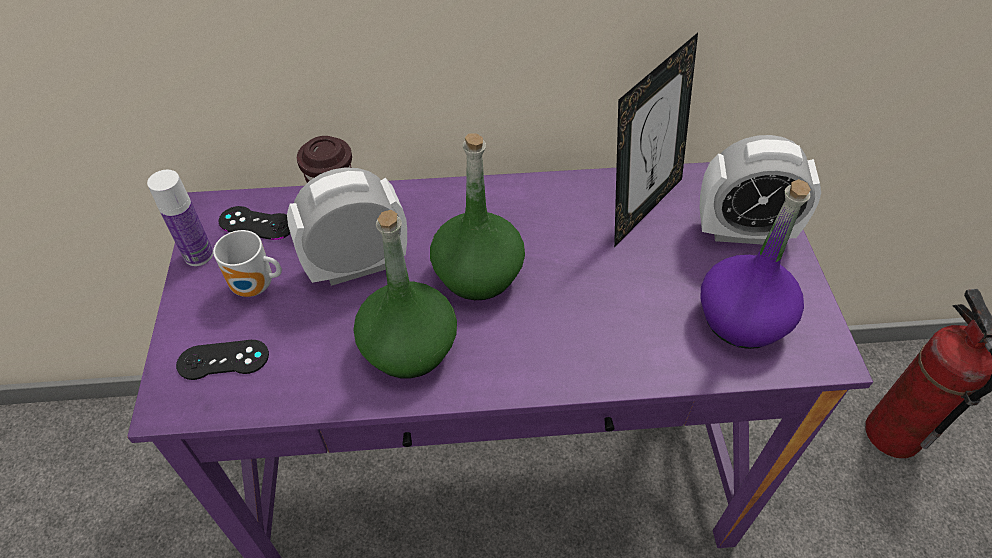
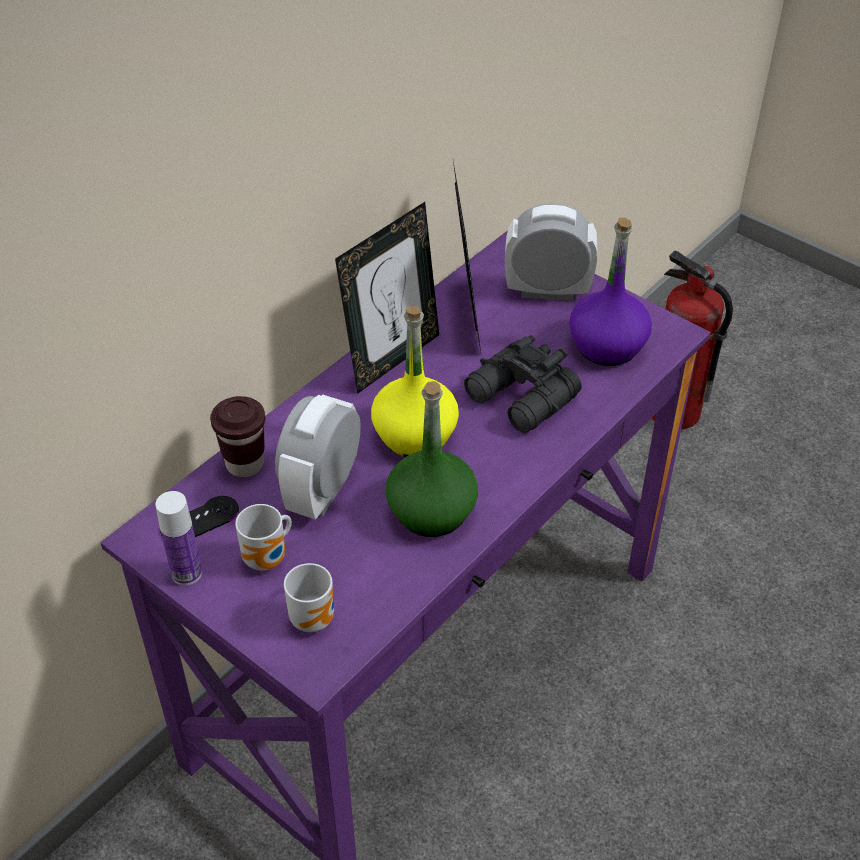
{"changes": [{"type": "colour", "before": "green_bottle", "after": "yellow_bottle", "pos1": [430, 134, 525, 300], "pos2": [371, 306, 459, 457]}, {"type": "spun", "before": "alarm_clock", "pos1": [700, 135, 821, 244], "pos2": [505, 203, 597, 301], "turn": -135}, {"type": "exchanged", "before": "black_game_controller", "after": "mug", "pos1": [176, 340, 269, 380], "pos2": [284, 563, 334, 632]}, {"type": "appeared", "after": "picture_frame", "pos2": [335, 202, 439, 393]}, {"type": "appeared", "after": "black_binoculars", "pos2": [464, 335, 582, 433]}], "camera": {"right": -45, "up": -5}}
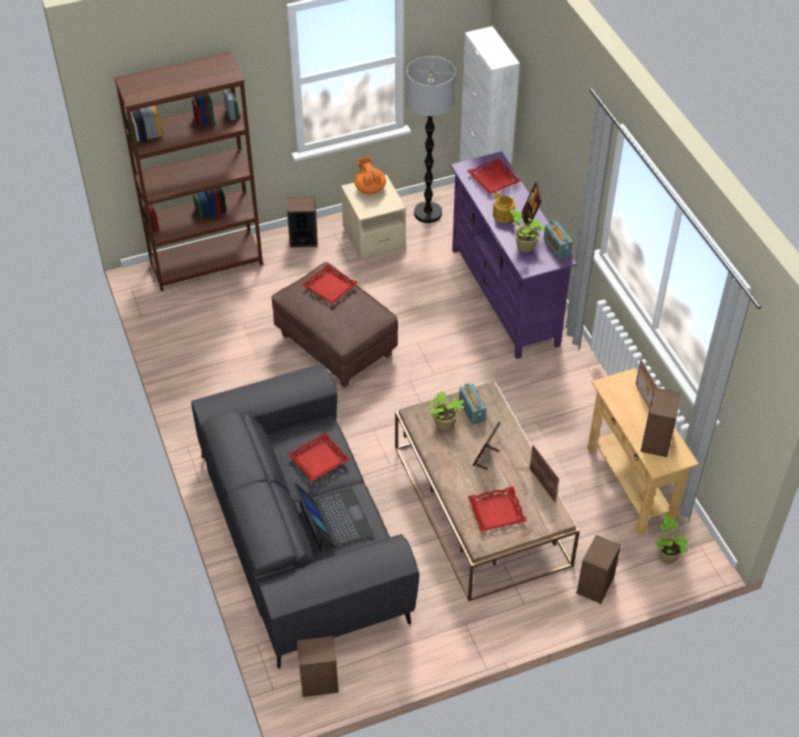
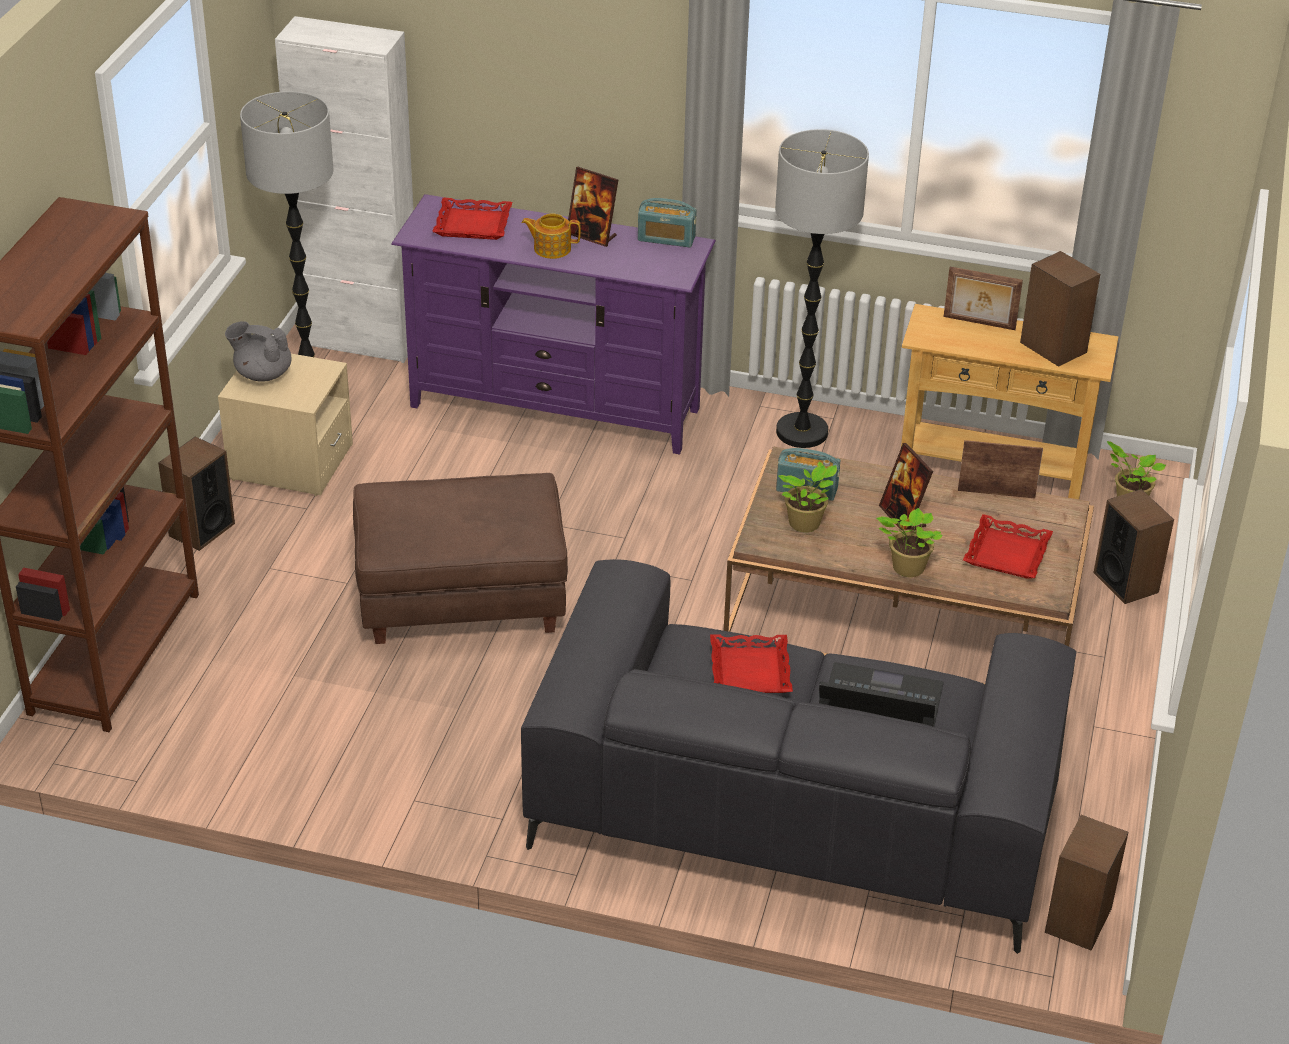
{"changes": [{"type": "colour", "before": "orange_teapot", "after": "grey_teapot", "pos1": [354, 157, 386, 194], "pos2": [225, 321, 291, 382]}, {"type": "relocated", "before": "potted_plant", "pos1": [510, 209, 546, 252], "pos2": [876, 508, 943, 577]}, {"type": "missing", "before": "red_tray", "pos1": [301, 264, 358, 304]}, {"type": "appeared", "after": "floor_lamp", "pos2": [775, 129, 869, 448]}], "camera": {"right": -55, "up": -10}}
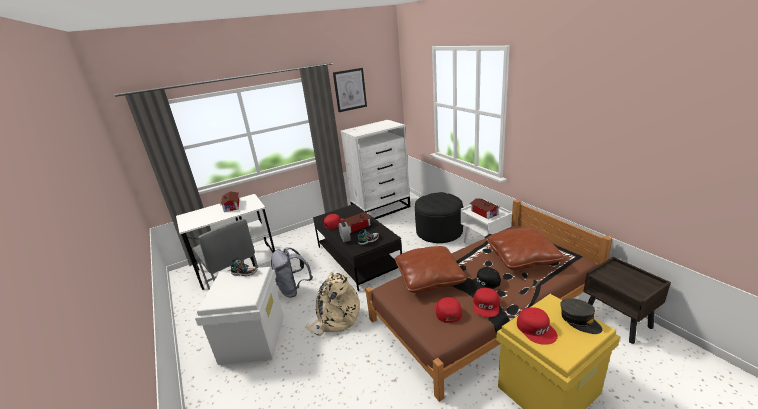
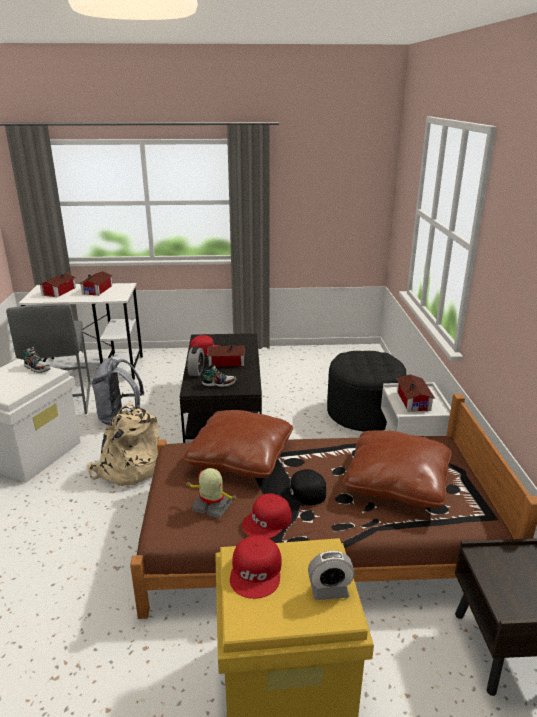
{"changes": [{"type": "missing", "before": "picture", "pos1": [333, 68, 367, 112]}, {"type": "missing", "before": "white_dresser", "pos1": [341, 120, 410, 219]}, {"type": "exchanged", "before": "red_cap", "after": "toy_robot", "pos1": [434, 297, 462, 323], "pos2": [184, 468, 239, 519]}, {"type": "exchanged", "before": "grey_cap", "after": "alarm_clock", "pos1": [560, 298, 602, 334], "pos2": [308, 551, 354, 600]}, {"type": "appeared", "after": "toy_house", "pos2": [39, 273, 76, 297]}], "camera": {"right": 25, "up": 0}}
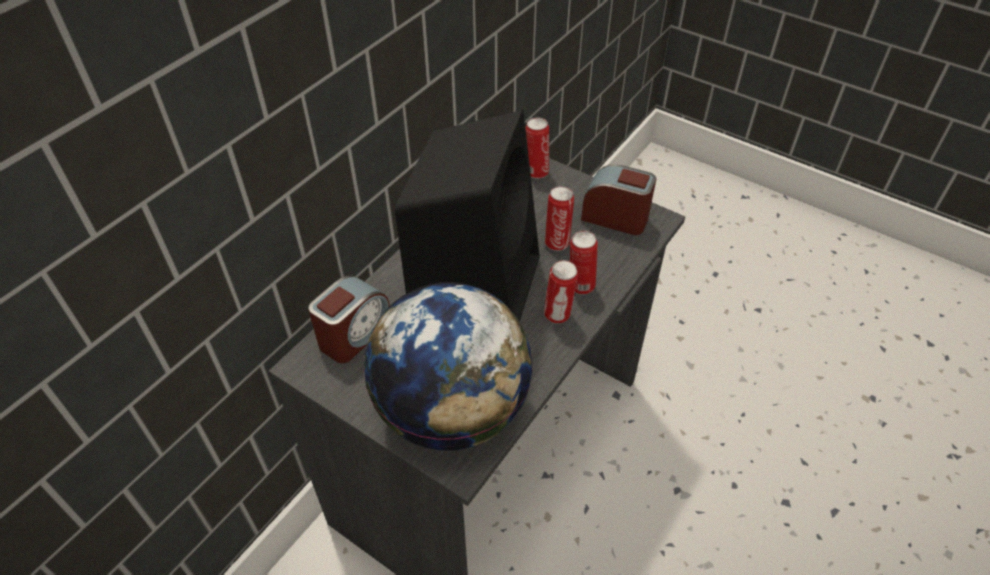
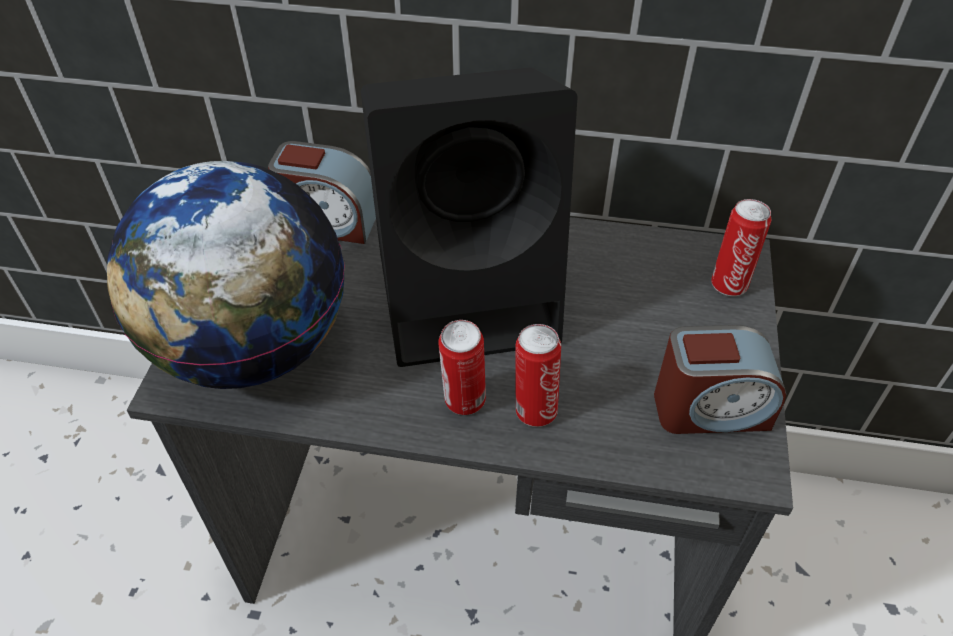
{"changes": [{"type": "spun", "before": "alarm_clock", "pos1": [581, 164, 656, 235], "pos2": [654, 325, 786, 434], "turn": 90}, {"type": "missing", "before": "can", "pos1": [545, 186, 574, 251]}], "camera": {"right": 65, "up": 0}}
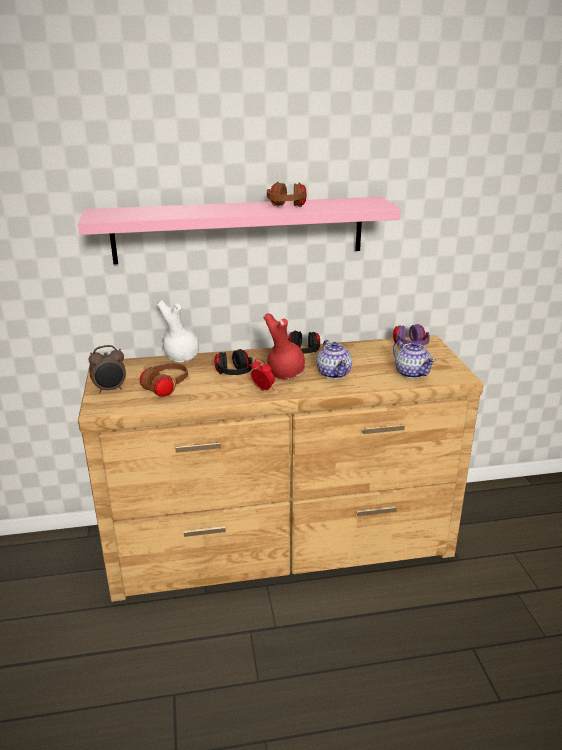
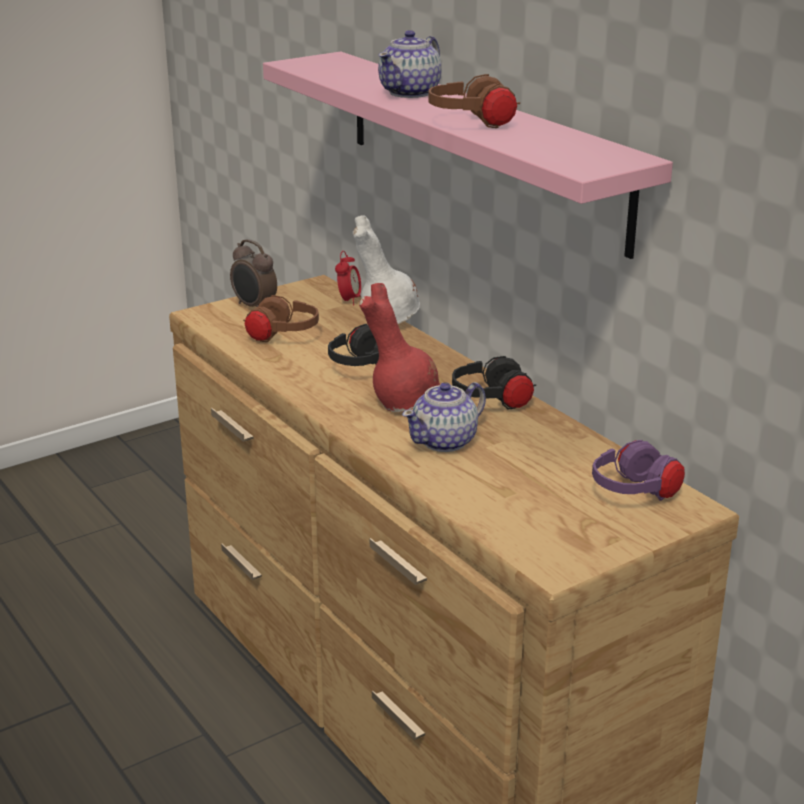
{"changes": [{"type": "relocated", "before": "teapot", "pos1": [393, 340, 436, 379], "pos2": [378, 30, 442, 98]}, {"type": "relocated", "before": "alarm_clock", "pos1": [251, 359, 275, 391], "pos2": [335, 251, 361, 306]}], "camera": {"right": 65, "up": 0}}
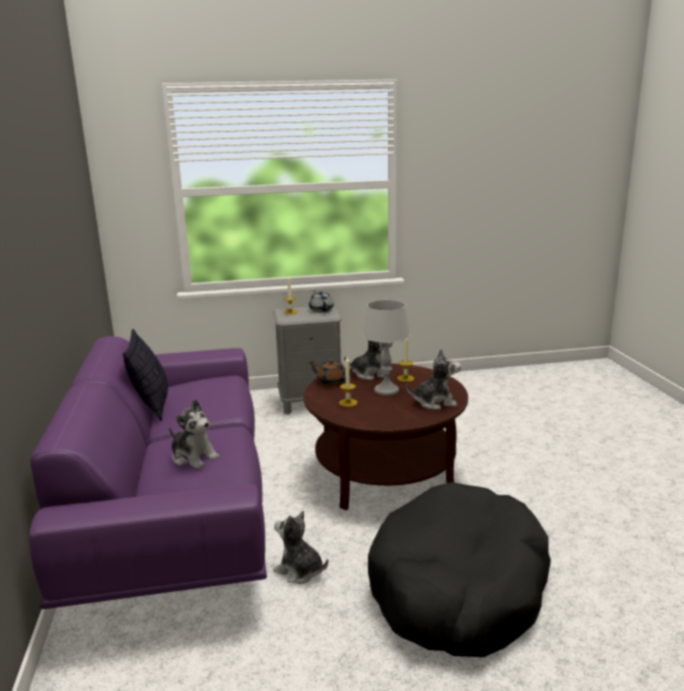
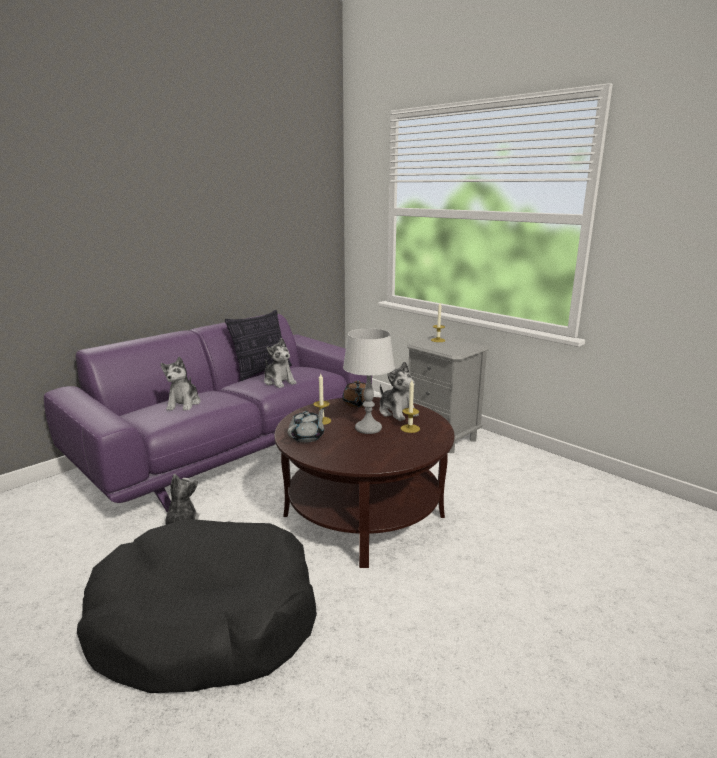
{"changes": [{"type": "relocated", "before": "grey_teapot", "pos1": [309, 291, 334, 312], "pos2": [287, 408, 325, 443]}, {"type": "relocated", "before": "plush_toy", "pos1": [406, 349, 461, 410], "pos2": [264, 338, 297, 388]}], "camera": {"right": 55, "up": 0}}
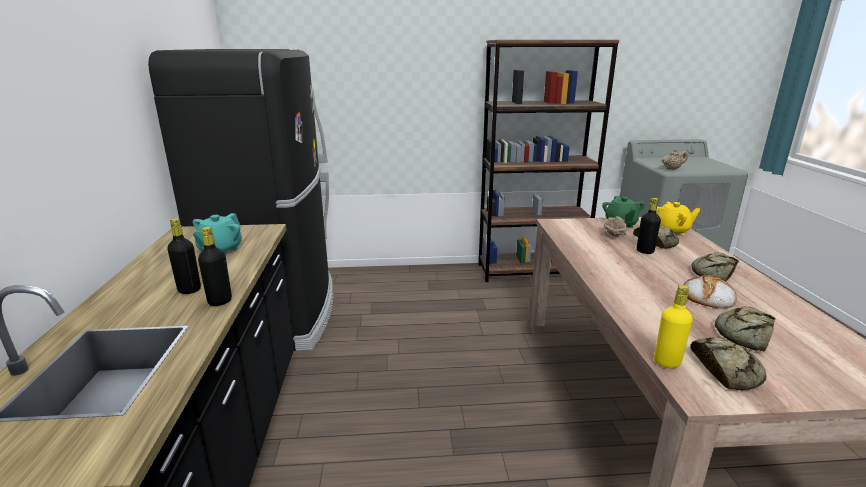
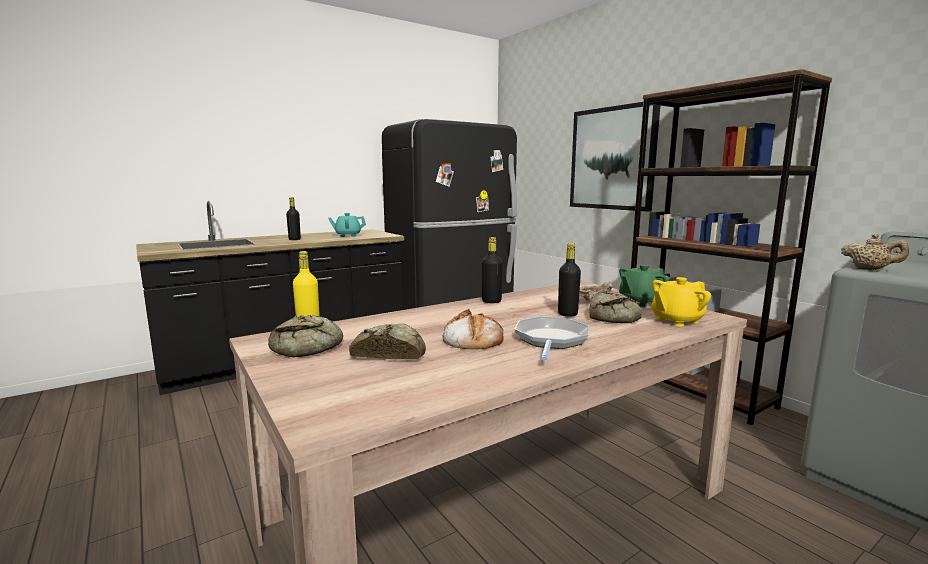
{"changes": [{"type": "spun", "before": "yellow_teapot", "pos1": [656, 202, 701, 235], "pos2": [651, 277, 711, 326], "turn": 90}, {"type": "relocated", "before": "black_bottle", "pos1": [198, 227, 232, 306], "pos2": [482, 237, 503, 303]}, {"type": "exchanged", "before": "bread", "after": "frying_pan", "pos1": [691, 252, 739, 281], "pos2": [515, 317, 589, 361]}, {"type": "appeared", "after": "picture", "pos2": [570, 102, 660, 212]}], "camera": {"right": 60, "up": -10}}
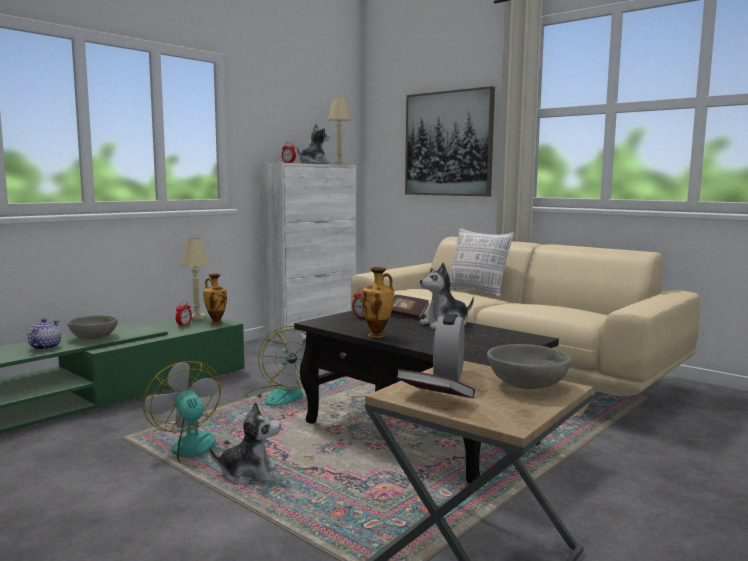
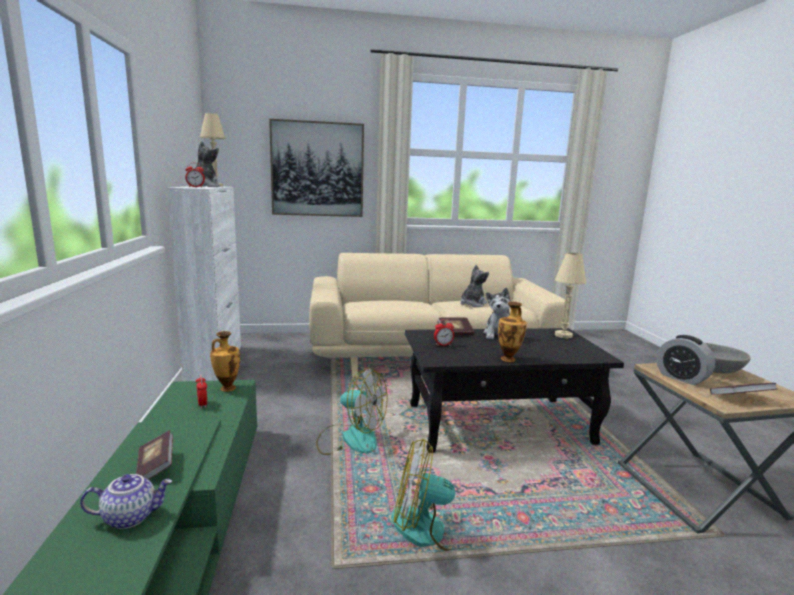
{"changes": [{"type": "missing", "before": "pillow", "pos1": [449, 228, 514, 298]}, {"type": "relocated", "before": "beige_table_lamp", "pos1": [180, 238, 210, 320], "pos2": [555, 253, 587, 338]}, {"type": "exchanged", "before": "grey_bowl", "after": "book", "pos1": [67, 315, 118, 339], "pos2": [136, 430, 173, 480]}, {"type": "spun", "before": "teapot", "pos1": [27, 318, 61, 350], "pos2": [80, 474, 172, 529], "turn": 120}, {"type": "relocated", "before": "plush_toy", "pos1": [209, 401, 281, 484], "pos2": [460, 265, 489, 307]}], "camera": {"right": -50, "up": 5}}
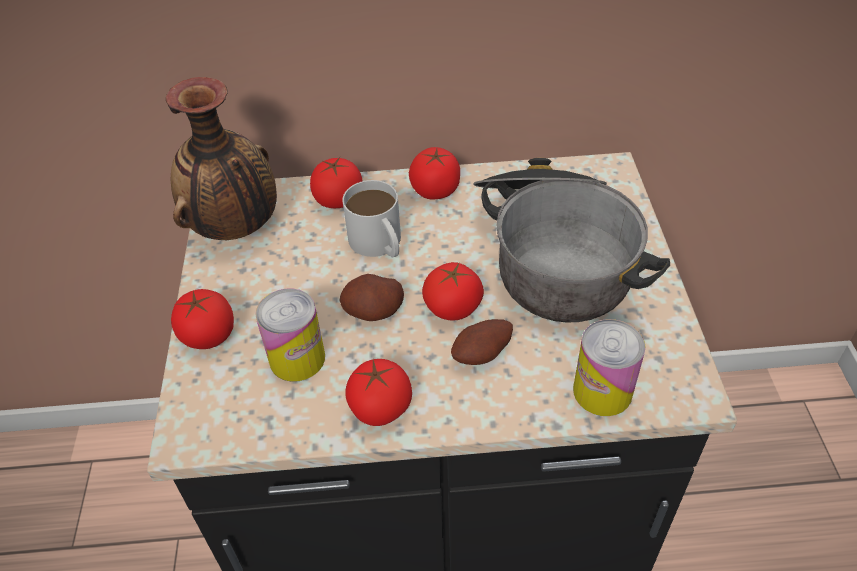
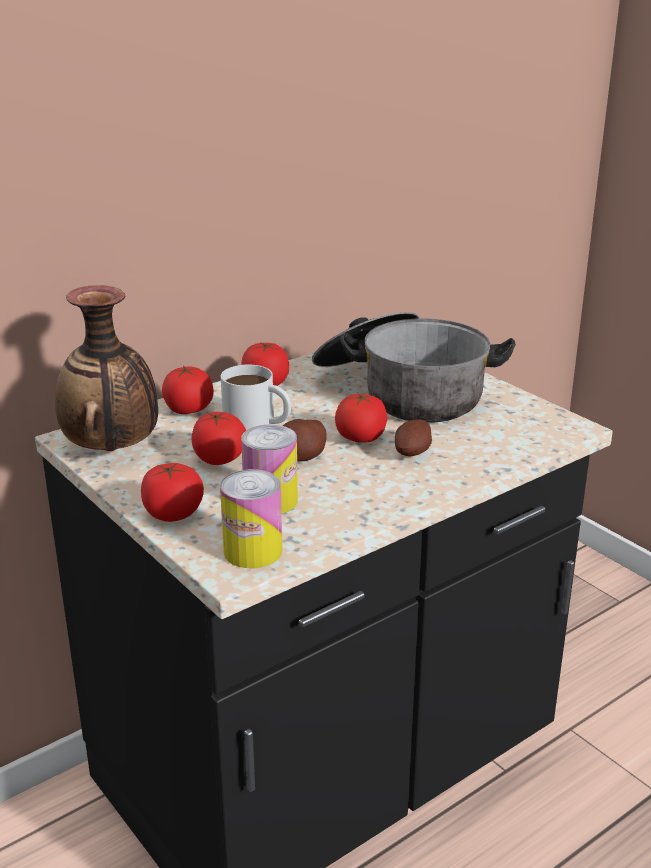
{"changes": [{"type": "relocated", "before": "can", "pos1": [573, 319, 646, 416], "pos2": [220, 469, 282, 568]}, {"type": "relocated", "before": "tomato", "pos1": [345, 359, 412, 426], "pos2": [191, 412, 246, 465]}], "camera": {"right": -35, "up": -20}}
